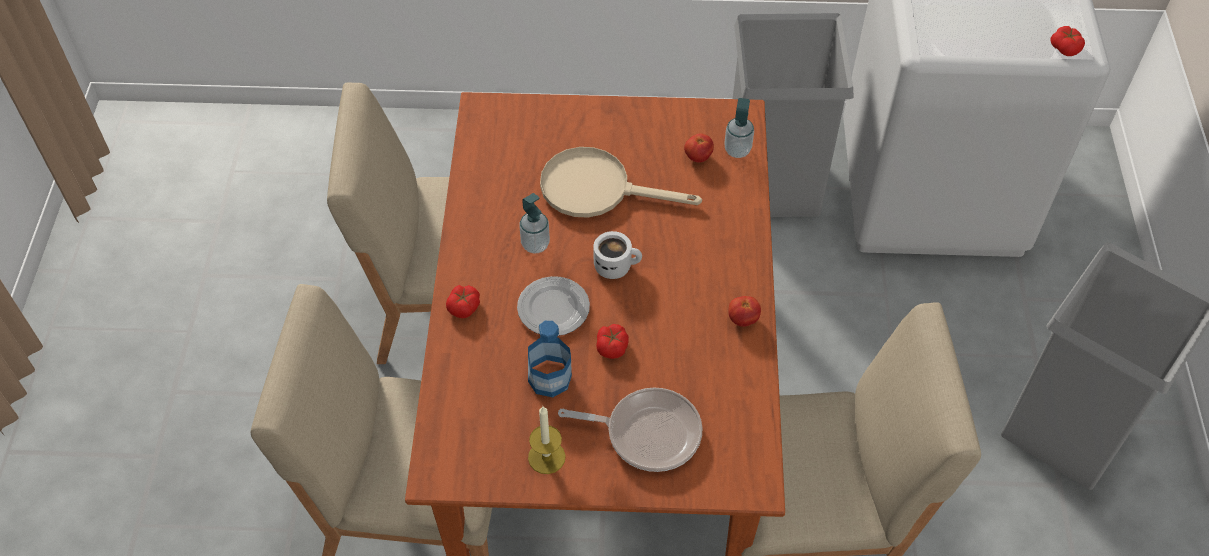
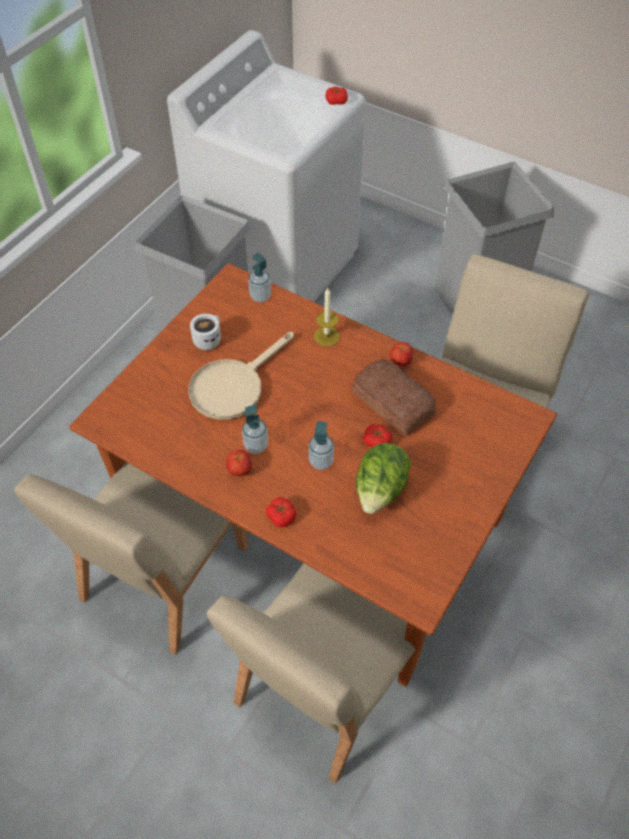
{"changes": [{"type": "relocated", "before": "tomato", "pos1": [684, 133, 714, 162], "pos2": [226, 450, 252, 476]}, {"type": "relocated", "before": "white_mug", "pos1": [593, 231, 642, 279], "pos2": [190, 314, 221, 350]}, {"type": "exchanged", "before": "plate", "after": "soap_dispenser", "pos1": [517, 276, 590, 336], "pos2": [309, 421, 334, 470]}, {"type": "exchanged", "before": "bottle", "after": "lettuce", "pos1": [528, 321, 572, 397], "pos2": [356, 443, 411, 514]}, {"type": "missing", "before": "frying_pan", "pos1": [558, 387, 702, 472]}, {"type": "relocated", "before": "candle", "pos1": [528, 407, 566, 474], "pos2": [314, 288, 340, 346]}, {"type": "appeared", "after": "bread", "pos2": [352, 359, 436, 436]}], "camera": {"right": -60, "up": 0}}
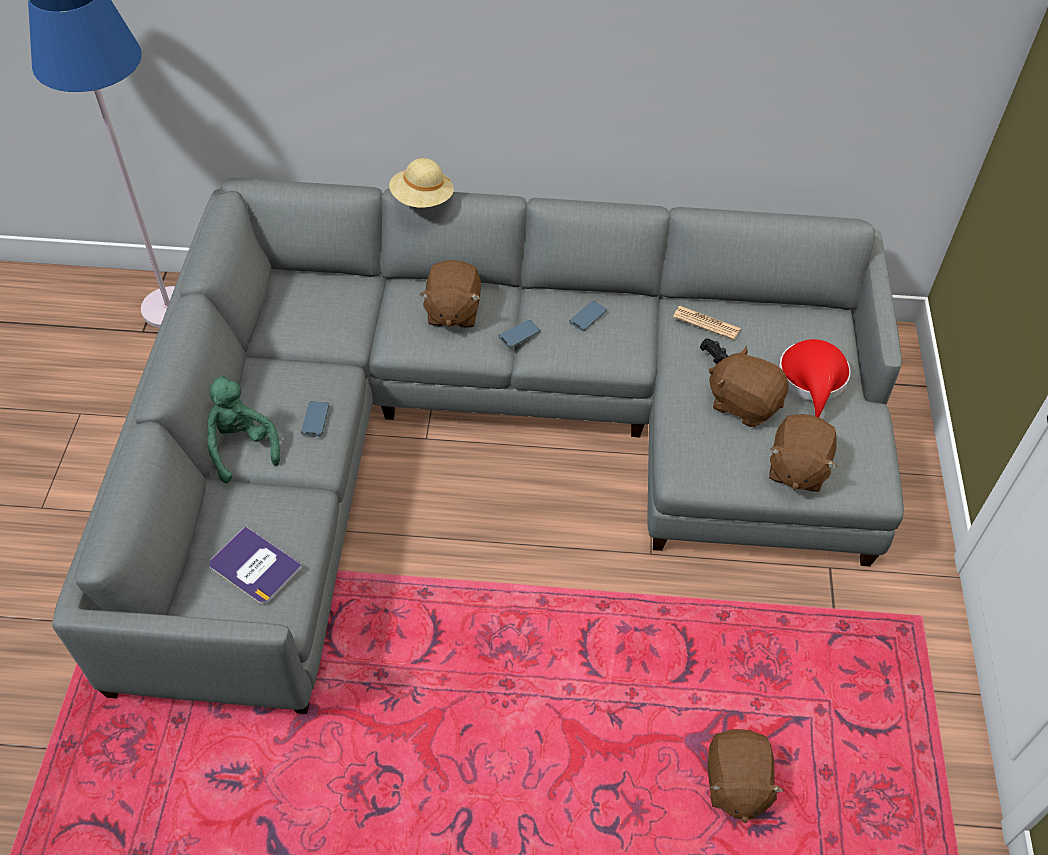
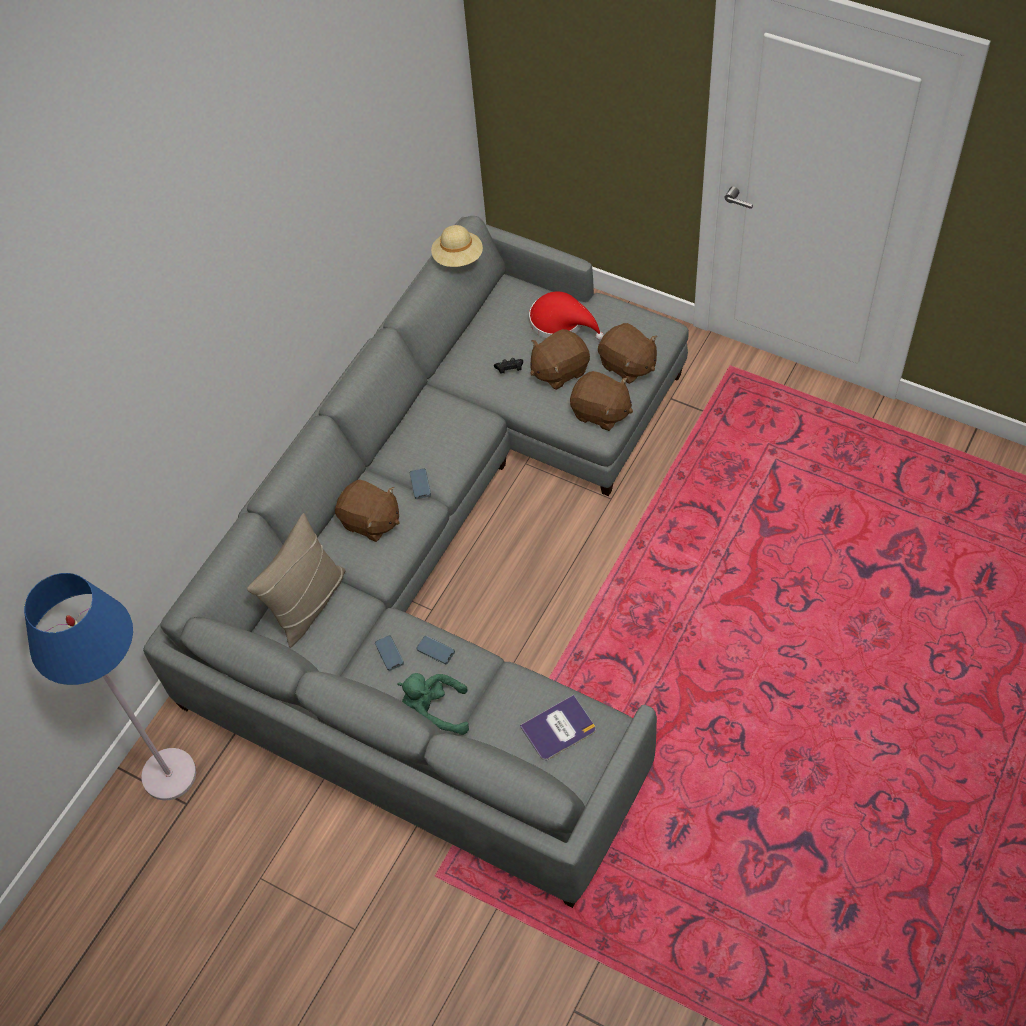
{"changes": [{"type": "relocated", "before": "beige_hat", "pos1": [389, 158, 454, 208], "pos2": [431, 225, 483, 267]}, {"type": "relocated", "before": "phone", "pos1": [569, 301, 607, 331], "pos2": [375, 635, 404, 671]}, {"type": "missing", "before": "newspaper", "pos1": [673, 306, 741, 340]}, {"type": "relocated", "before": "brown_plush_toy", "pos1": [708, 729, 784, 823], "pos2": [570, 371, 633, 431]}, {"type": "appeared", "after": "beige_pillow", "pos2": [247, 513, 346, 648]}], "camera": {"right": -60, "up": 5}}
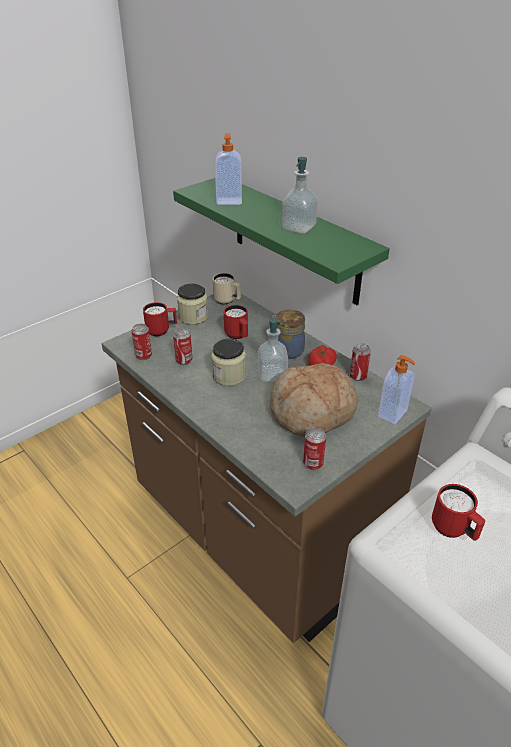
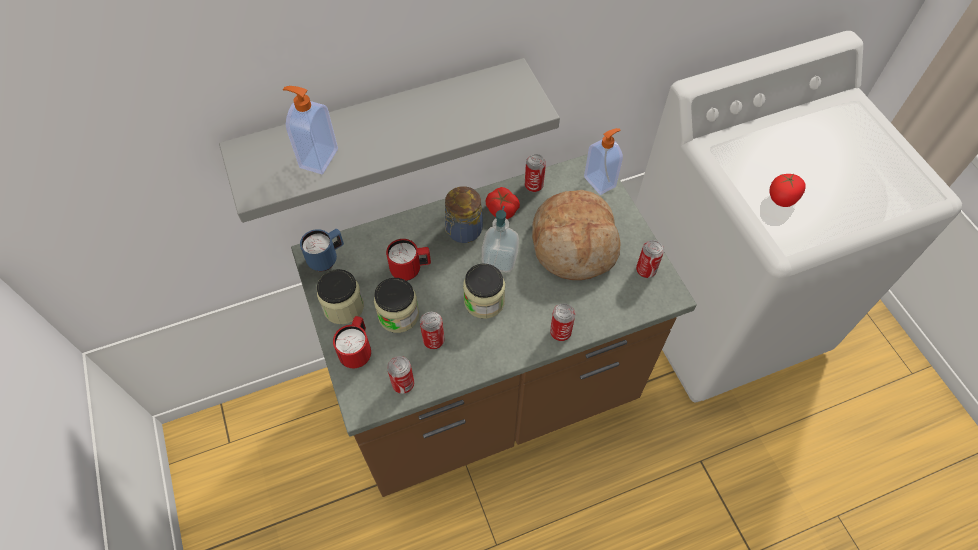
{"changes": [{"type": "missing", "before": "soap_dispenser", "pos1": [282, 157, 318, 234]}, {"type": "colour", "before": "green_shelf", "after": "grey_shelf", "pos1": [173, 178, 390, 305], "pos2": [219, 58, 560, 223]}, {"type": "colour", "before": "beige_mug", "after": "blue_mug", "pos1": [213, 273, 241, 305], "pos2": [300, 229, 344, 271]}, {"type": "exchanged", "before": "red_mug", "after": "tomato", "pos1": [432, 484, 485, 541], "pos2": [769, 174, 806, 207]}, {"type": "appeared", "after": "jar", "pos2": [374, 278, 419, 333]}, {"type": "appeared", "after": "can", "pos2": [550, 303, 575, 341]}], "camera": {"right": -70, "up": 20}}
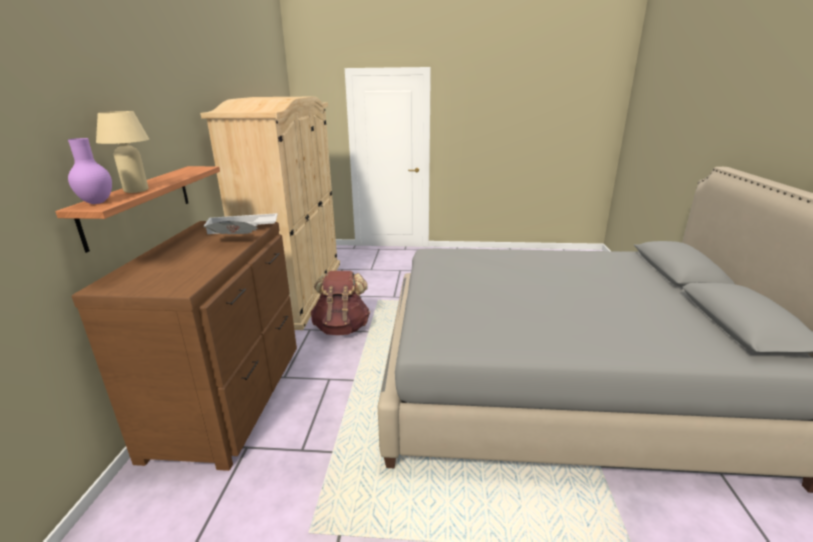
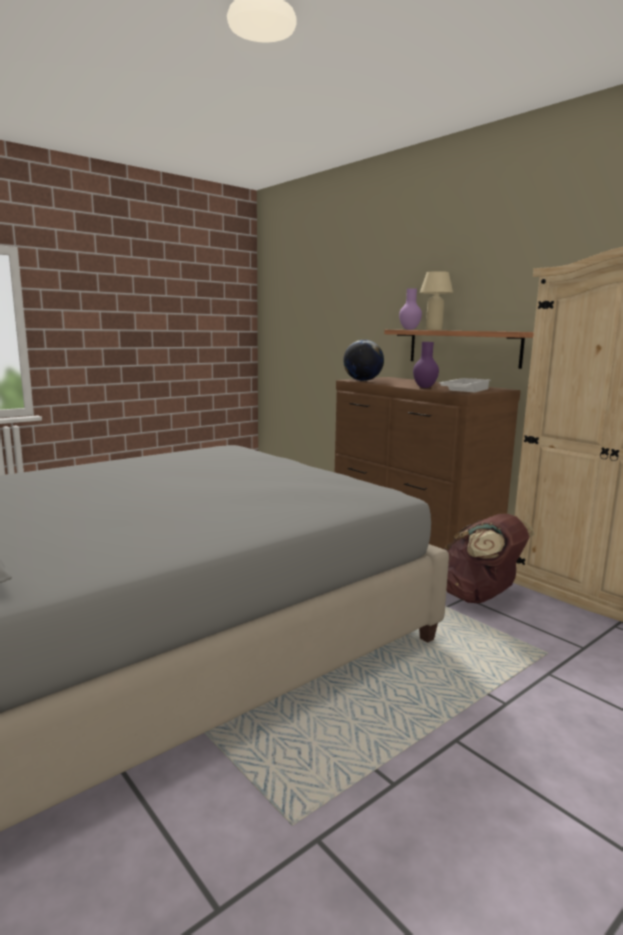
{"changes": [{"type": "exchanged", "before": "newspaper", "after": "purple_vase", "pos1": [203, 221, 258, 234], "pos2": [413, 342, 439, 388]}, {"type": "appeared", "after": "globe", "pos2": [343, 340, 384, 381]}], "camera": {"right": 135, "up": -10}}
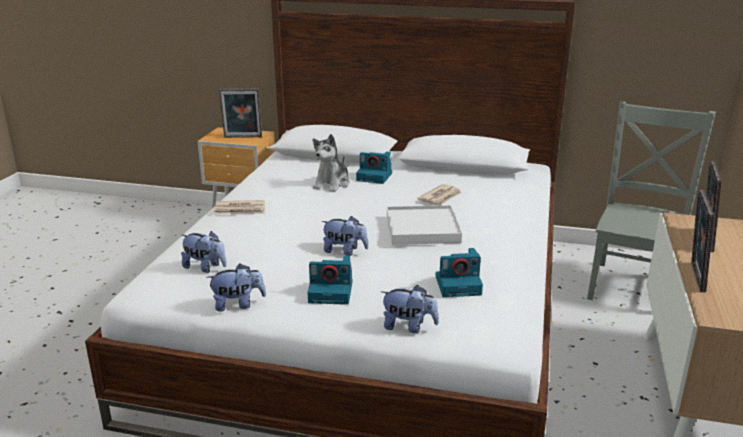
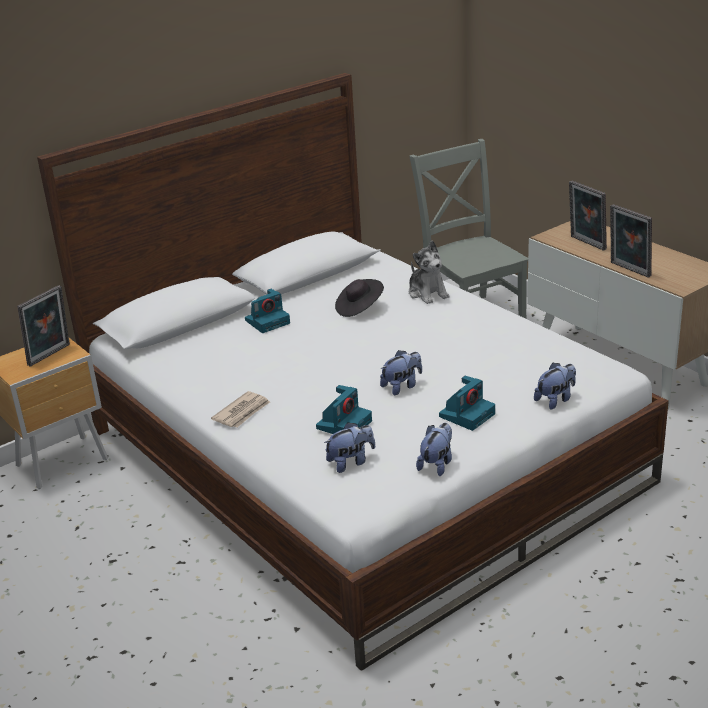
{"changes": [{"type": "relocated", "before": "plush_toy", "pos1": [313, 134, 350, 192], "pos2": [409, 241, 450, 304]}, {"type": "exchanged", "before": "newspaper", "after": "black_hat", "pos1": [417, 184, 462, 205], "pos2": [335, 279, 384, 317]}, {"type": "missing", "before": "white_tray", "pos1": [387, 205, 462, 245]}, {"type": "relocated", "before": "photo_camera", "pos1": [435, 248, 483, 297], "pos2": [316, 385, 372, 434]}], "camera": {"right": -50, "up": 5}}
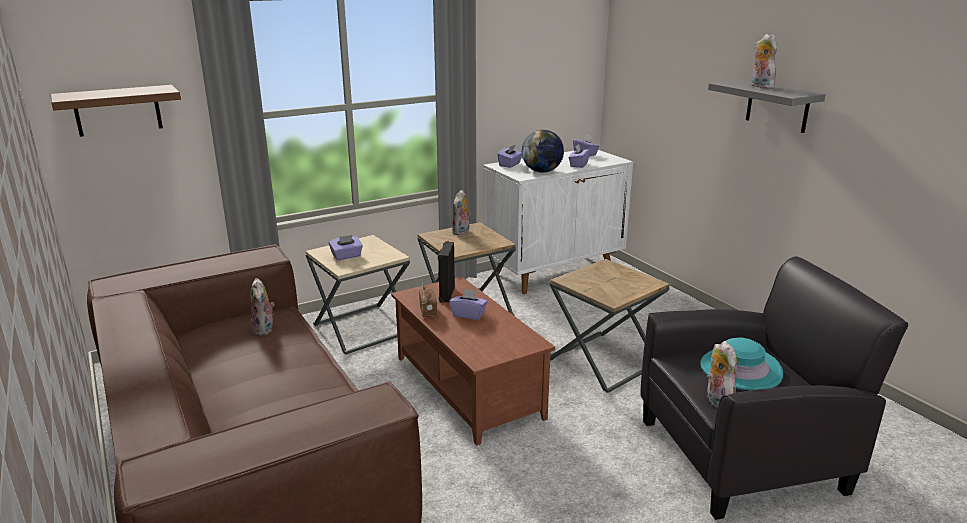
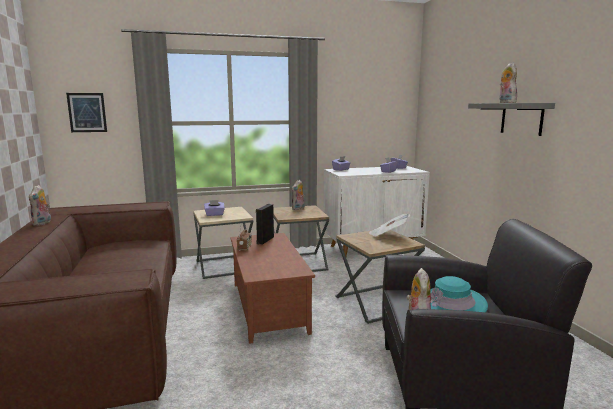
{"changes": [{"type": "exchanged", "before": "brown_shelf", "after": "picture", "pos1": [51, 85, 181, 137], "pos2": [66, 93, 107, 132]}, {"type": "missing", "before": "globe", "pos1": [522, 130, 564, 172]}, {"type": "relocated", "before": "plush_toy", "pos1": [250, 278, 275, 336], "pos2": [29, 185, 51, 226]}, {"type": "missing", "before": "purple_tissue_box", "pos1": [449, 288, 488, 320]}, {"type": "appeared", "after": "newspaper", "pos2": [369, 214, 410, 237]}], "camera": {"right": 15, "up": -10}}
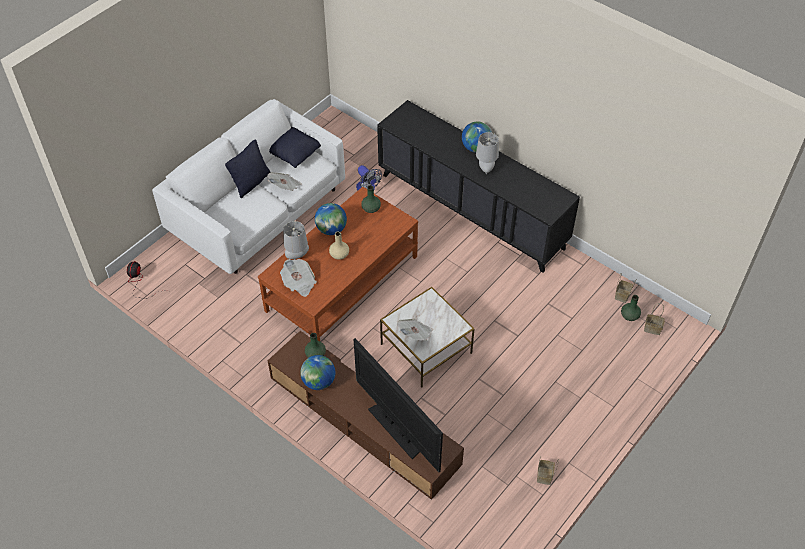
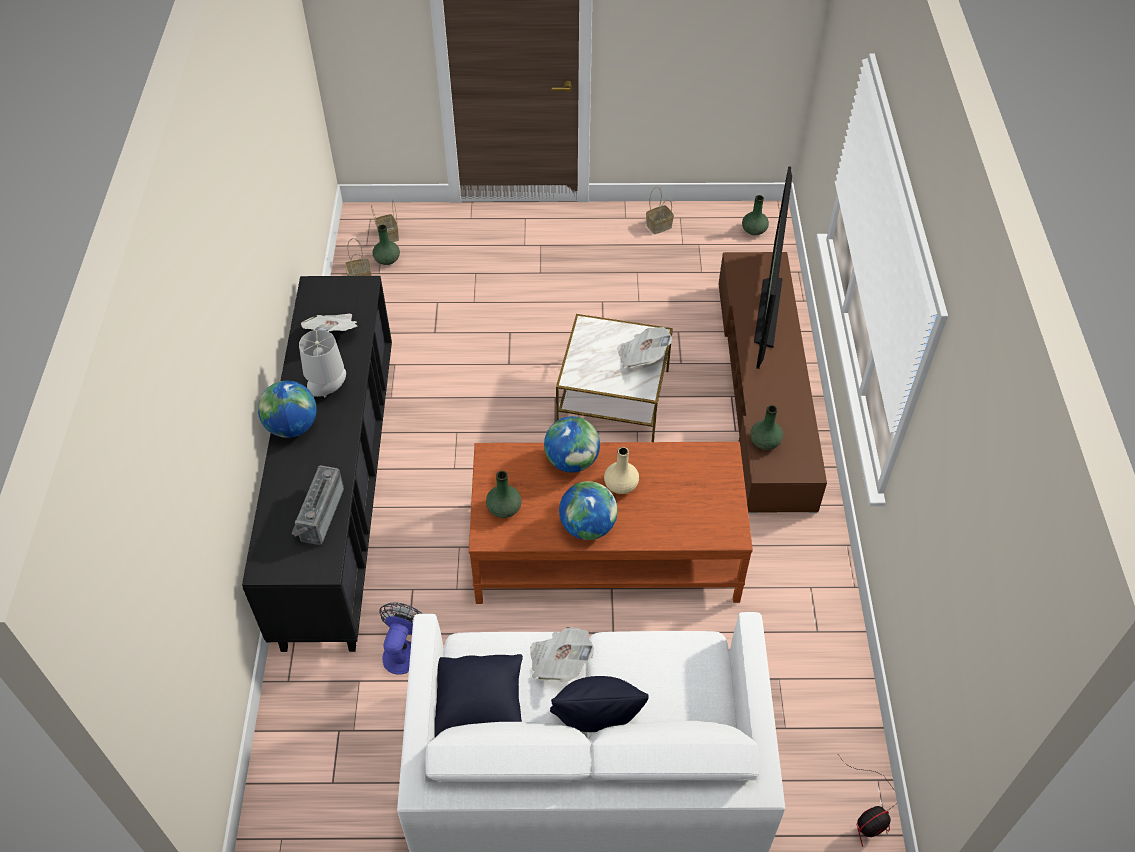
{"changes": [{"type": "missing", "before": "grey_table_lamp", "pos1": [283, 221, 309, 260]}, {"type": "relocated", "before": "newspaper", "pos1": [280, 259, 317, 297], "pos2": [301, 313, 357, 331]}, {"type": "relocated", "before": "globe", "pos1": [300, 355, 335, 390], "pos2": [544, 416, 600, 473]}, {"type": "appeared", "after": "green_vase", "pos2": [742, 195, 769, 235]}, {"type": "appeared", "after": "radio", "pos2": [291, 465, 344, 545]}], "camera": {"right": -130, "up": 0}}
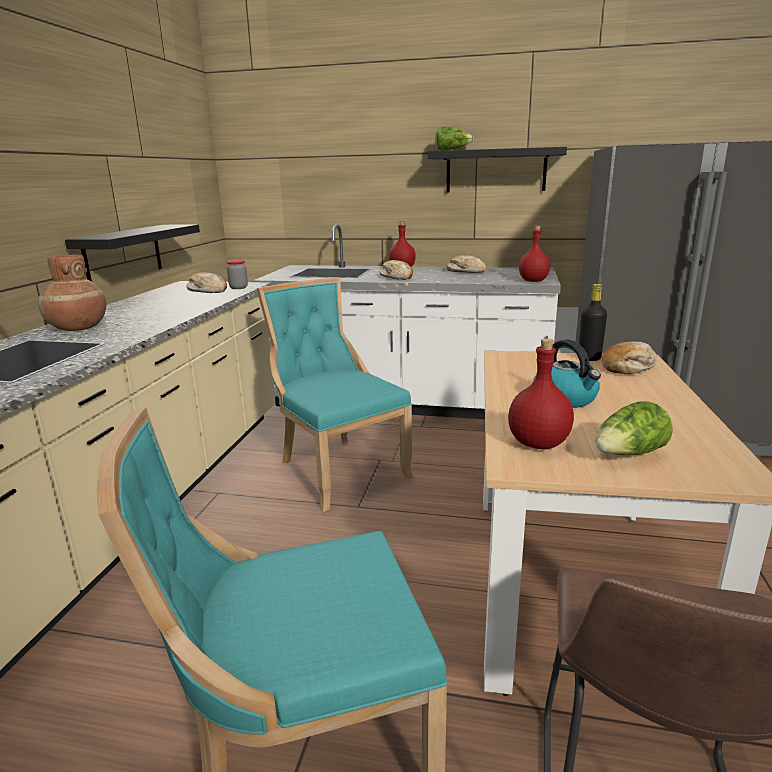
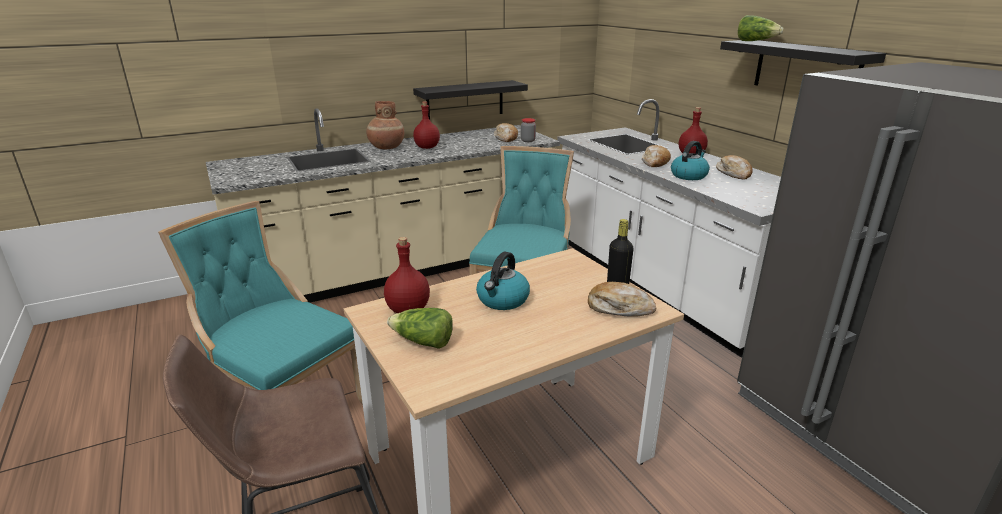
{"changes": [{"type": "relocated", "before": "red_bottle", "pos1": [519, 225, 551, 282], "pos2": [413, 101, 440, 149]}, {"type": "appeared", "after": "kettle", "pos2": [671, 141, 710, 180]}], "camera": {"right": 50, "up": 5}}
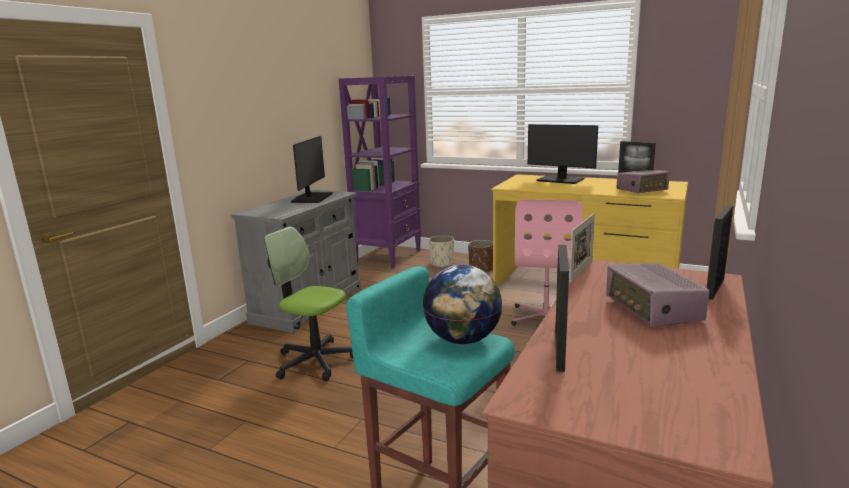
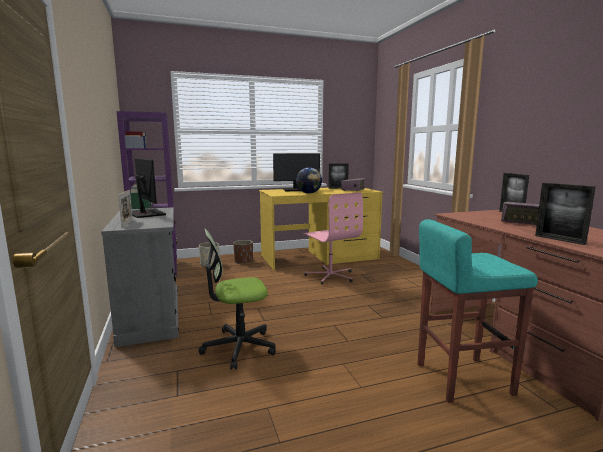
{"changes": [{"type": "relocated", "before": "picture_frame", "pos1": [569, 213, 595, 282], "pos2": [118, 190, 133, 228]}, {"type": "relocated", "before": "globe", "pos1": [423, 265, 502, 344], "pos2": [296, 167, 322, 194]}], "camera": {"right": -45, "up": -5}}
